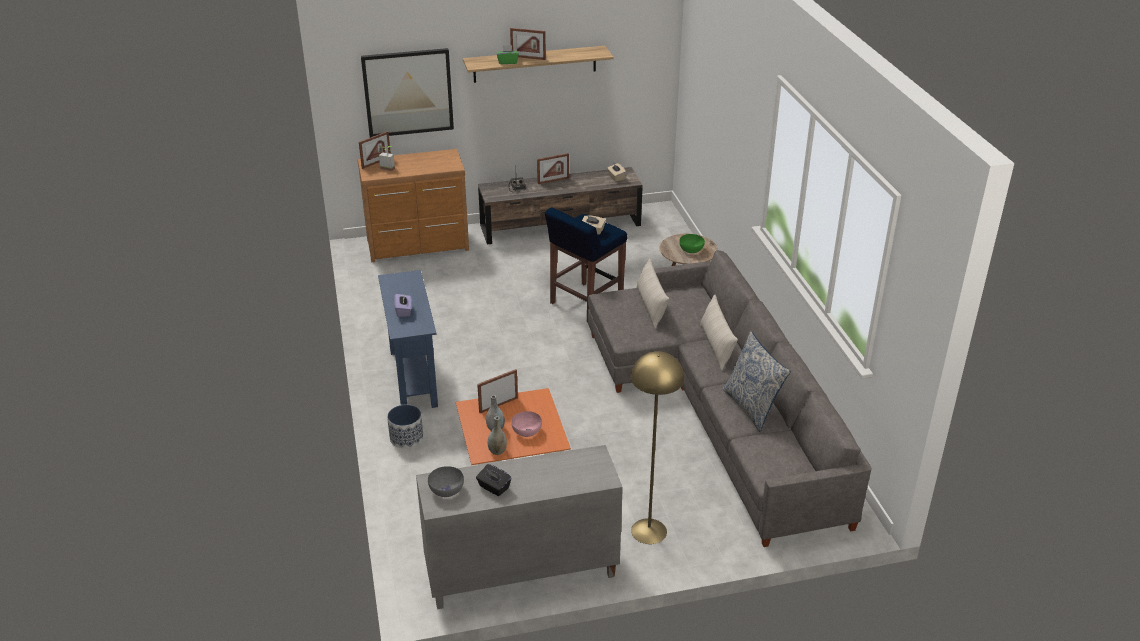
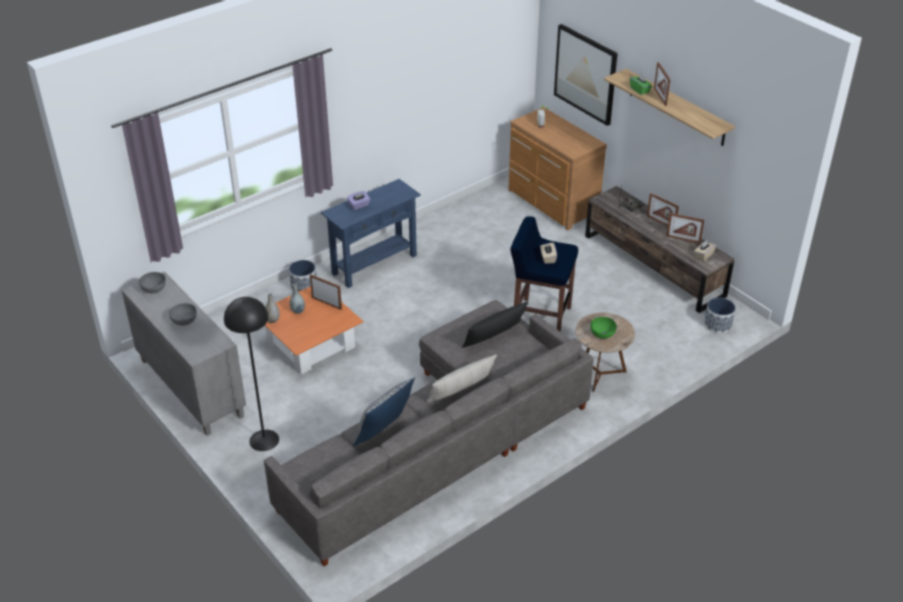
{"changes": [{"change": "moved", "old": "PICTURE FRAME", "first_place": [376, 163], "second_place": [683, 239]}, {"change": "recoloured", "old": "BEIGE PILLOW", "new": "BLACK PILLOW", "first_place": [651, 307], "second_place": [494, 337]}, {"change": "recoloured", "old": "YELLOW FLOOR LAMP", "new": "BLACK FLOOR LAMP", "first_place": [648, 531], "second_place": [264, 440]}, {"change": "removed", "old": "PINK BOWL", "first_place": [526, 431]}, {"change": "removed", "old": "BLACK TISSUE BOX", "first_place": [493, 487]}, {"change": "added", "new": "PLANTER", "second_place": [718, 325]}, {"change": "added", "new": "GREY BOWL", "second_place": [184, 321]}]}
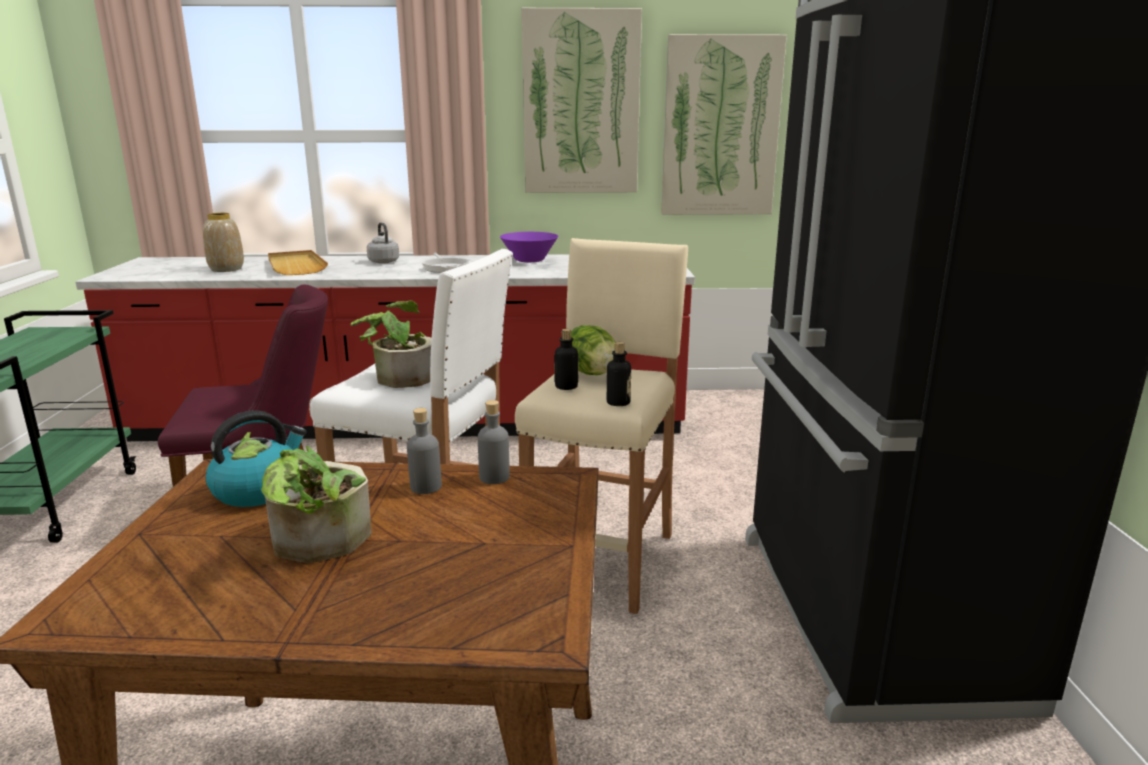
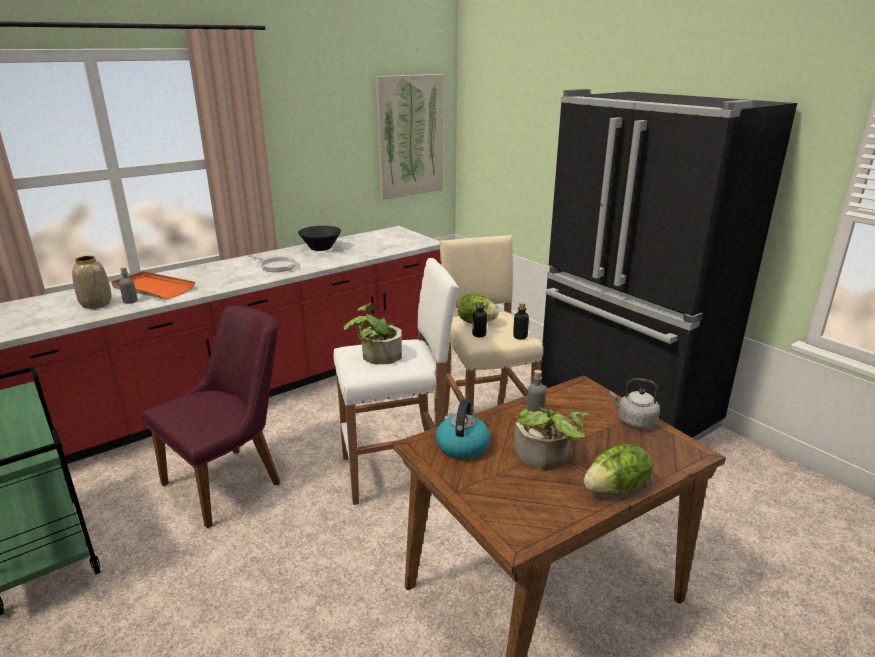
{"changes": [{"change": "removed", "old": "PICTURE", "first_place": [581, 103]}, {"change": "moved", "old": "GREY KETTLE", "first_place": [383, 261], "second_place": [634, 421]}, {"change": "recoloured", "old": "PURPLE BOWL", "new": "BLACK BOWL", "first_place": [529, 260], "second_place": [321, 248]}, {"change": "recoloured", "old": "BEIGE TRAY", "new": "ORANGE TRAY", "first_place": [296, 266], "second_place": [152, 288]}, {"change": "moved", "old": "GREY BOTTLE", "first_place": [494, 477], "second_place": [130, 301]}, {"change": "added", "new": "LETTUCE", "second_place": [617, 488]}]}
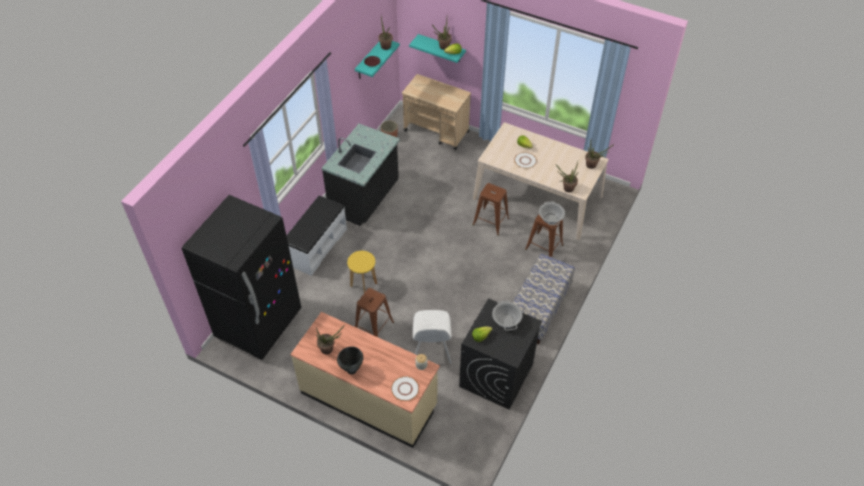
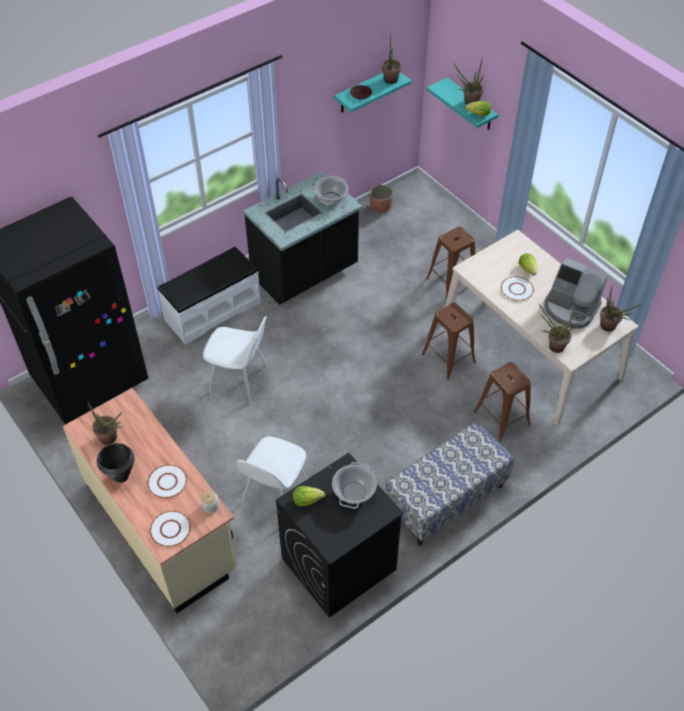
{"changes": [{"change": "removed", "old": "BEIGE CART", "first_place": [436, 131]}, {"change": "moved", "old": "COOKING POT", "first_place": [550, 218], "second_place": [331, 198]}, {"change": "replaced", "old": "YELLOW STOOL", "new": "WHITE CHAIR", "first_place": [363, 285], "second_place": [240, 379]}, {"change": "moved", "old": "BROWN STOOL", "first_place": [373, 327], "second_place": [451, 281]}, {"change": "added", "new": "COFFEE MACHINE", "second_place": [570, 309]}, {"change": "added", "new": "WHITE PLATE", "second_place": [167, 482]}]}
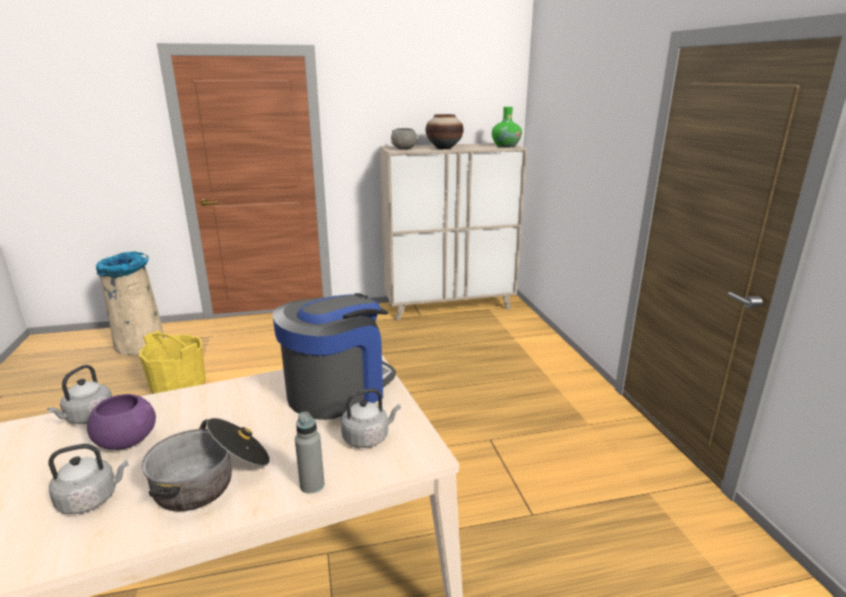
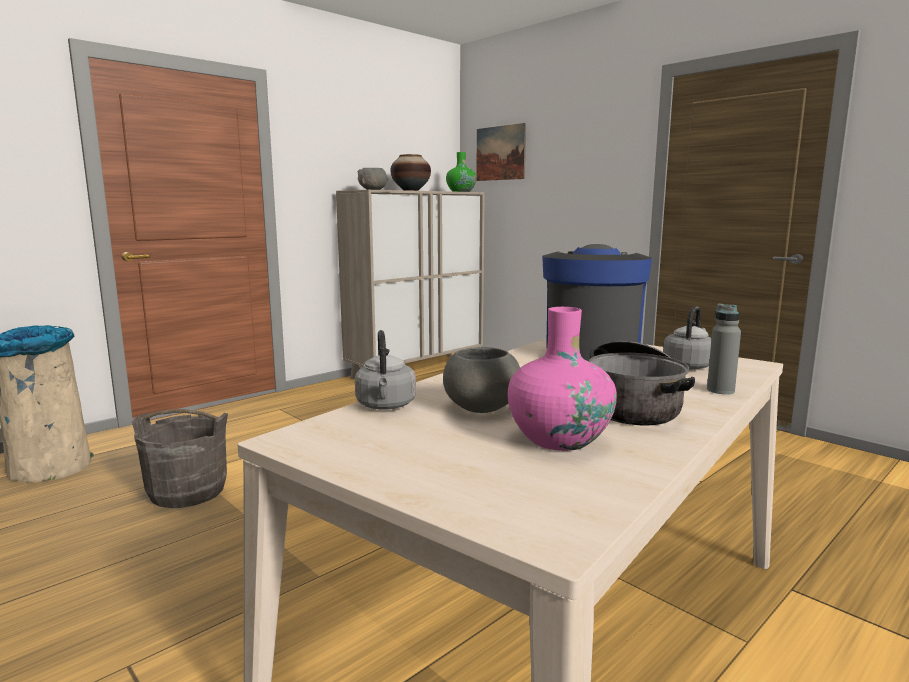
{"changes": [{"change": "recoloured", "old": "YELLOW BUCKET", "new": "GREY BUCKET", "first_place": [179, 388], "second_place": [187, 492]}, {"change": "recoloured", "old": "PURPLE BOWL", "new": "GREY BOWL", "first_place": [126, 441], "second_place": [481, 408]}, {"change": "replaced", "old": "GREY KETTLE", "new": "PINK VASE", "first_place": [92, 499], "second_place": [559, 439]}, {"change": "added", "new": "PICTURE", "second_place": [500, 153]}]}
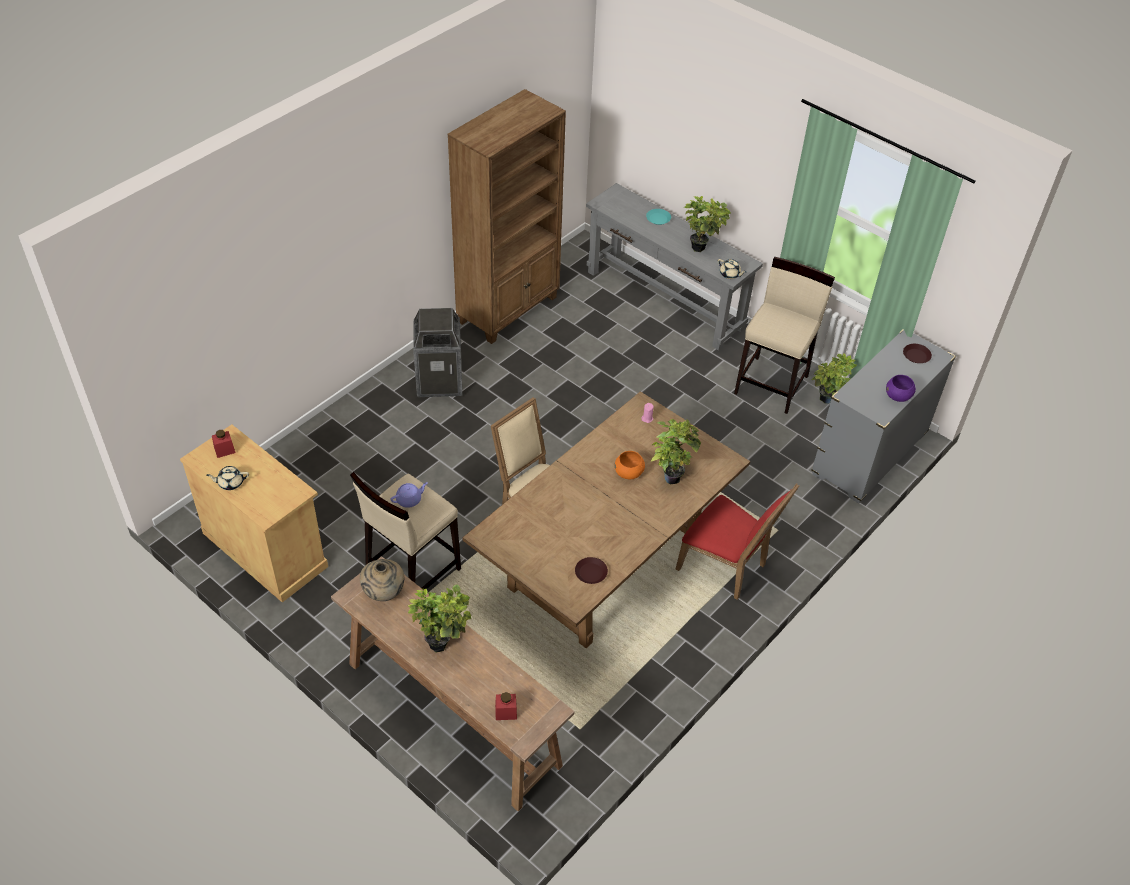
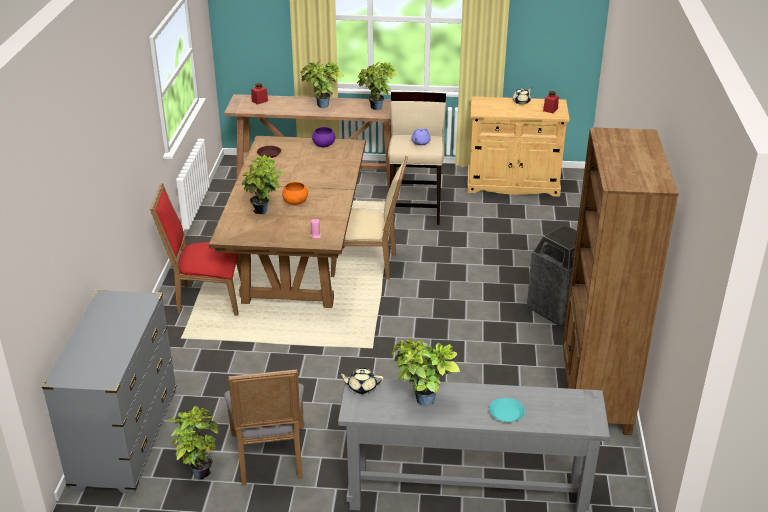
{"changes": [{"change": "replaced", "old": "BEIGE STOOL", "new": "GREY CHAIR", "first_place": [772, 384], "second_place": [270, 459]}, {"change": "removed", "old": "BROWN PLATE", "first_place": [916, 356]}, {"change": "moved", "old": "PURPLE BOWL", "first_place": [898, 396], "second_place": [323, 145]}, {"change": "replaced", "old": "BEIGE VASE", "new": "POTTED PLANT", "first_place": [384, 593], "second_place": [377, 109]}]}
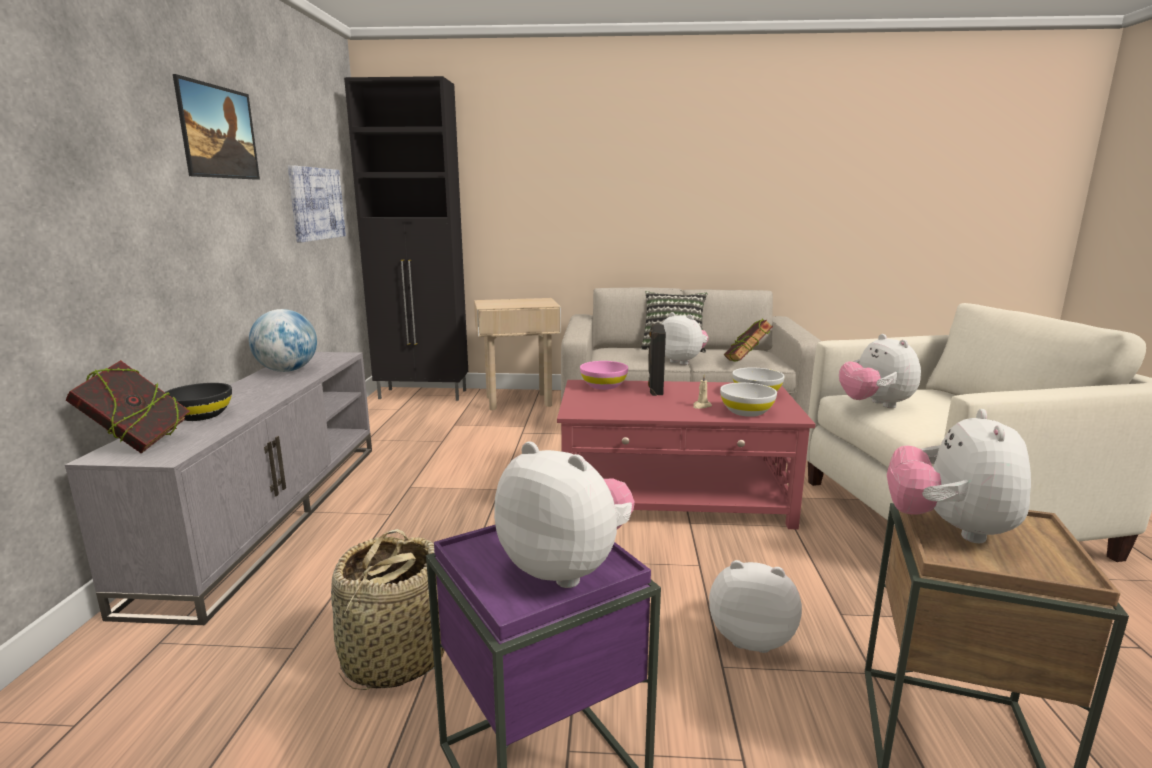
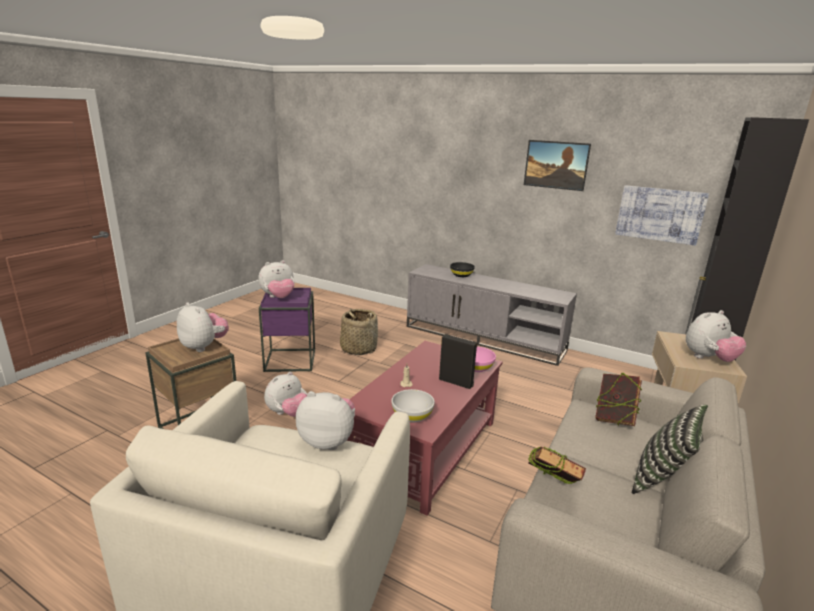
{"changes": [{"change": "removed", "old": "GLOBE", "first_place": [287, 370]}, {"change": "moved", "old": "PLUSH TOY", "first_place": [682, 361], "second_place": [708, 359]}, {"change": "moved", "old": "BOOK", "first_place": [138, 444], "second_place": [614, 419]}, {"change": "removed", "old": "WHITE BOWL", "first_place": [747, 412]}]}
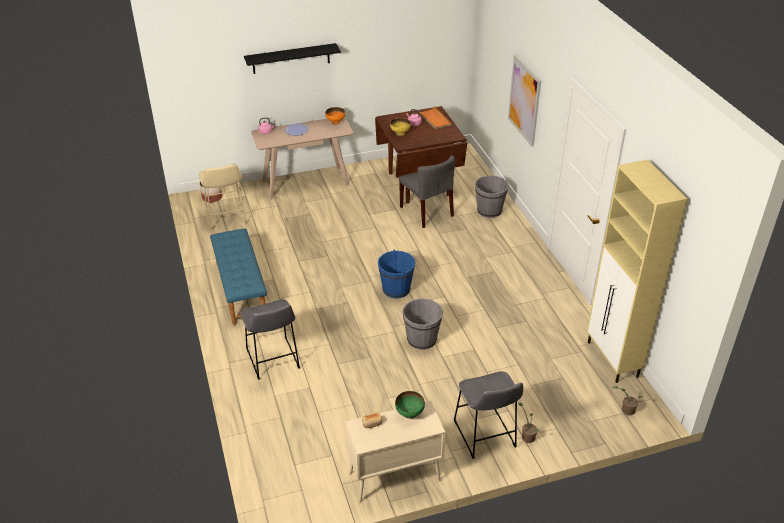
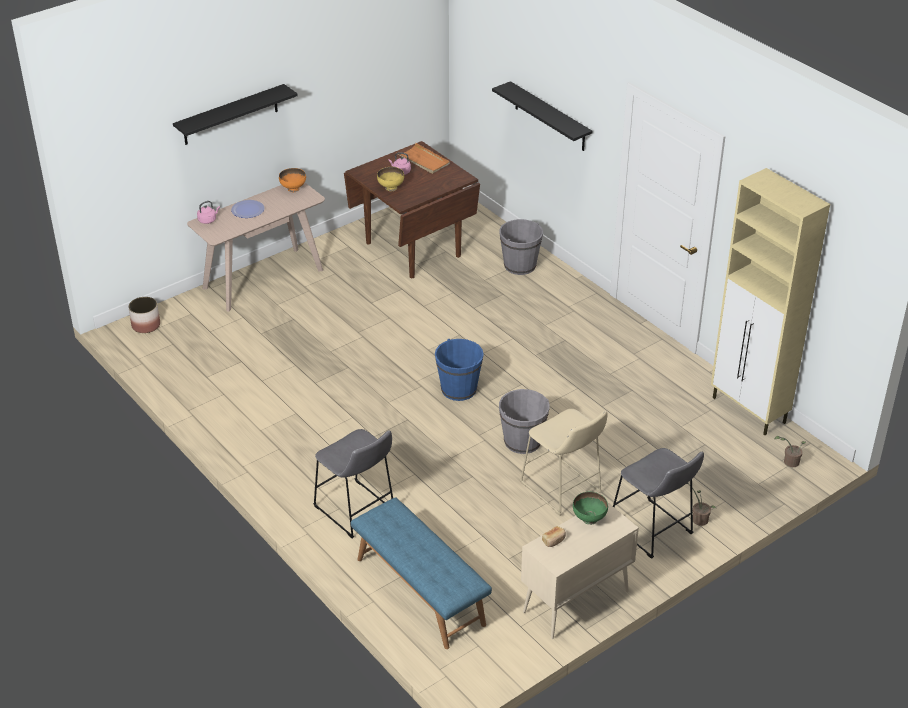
{"changes": [{"change": "replaced", "old": "PICTURE", "new": "BLACK SHELF", "first_place": [524, 100], "second_place": [550, 117]}, {"change": "removed", "old": "GREY CHAIR", "first_place": [427, 211]}, {"change": "moved", "old": "BEIGE STOOL", "first_place": [226, 218], "second_place": [563, 490]}, {"change": "moved", "old": "BLUE BENCH", "first_place": [240, 290], "second_place": [419, 591]}]}
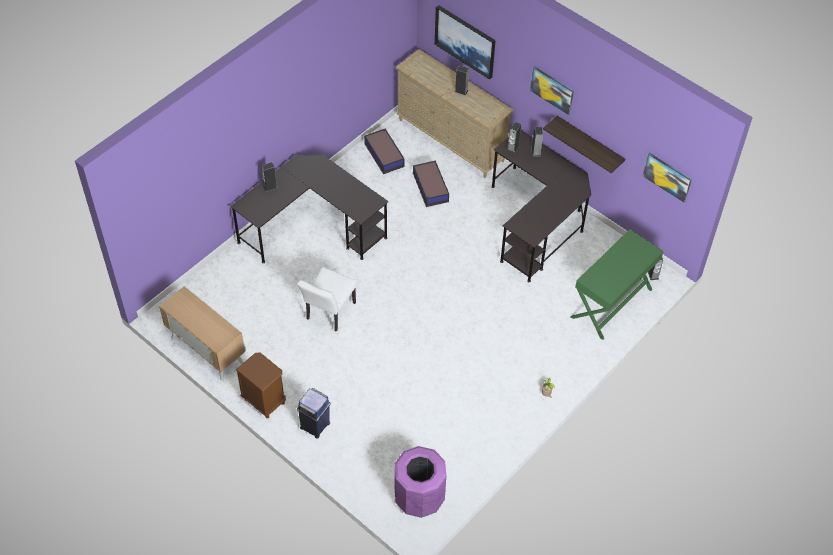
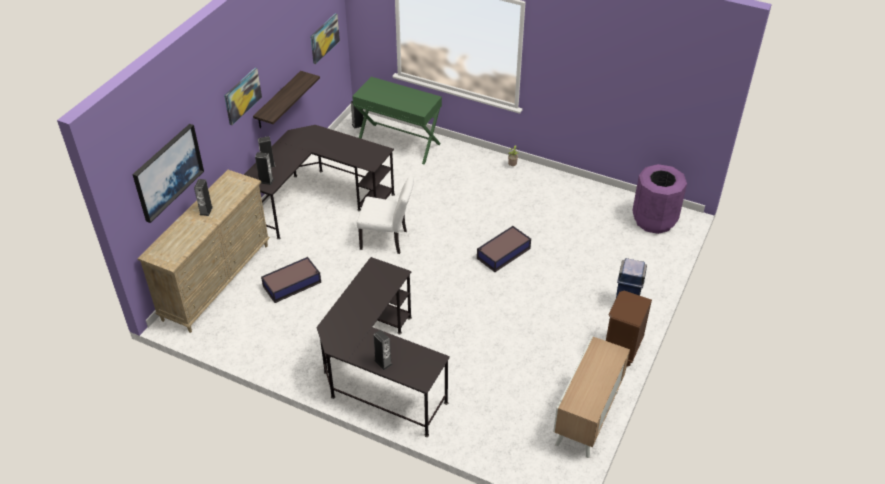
{"changes": [{"change": "moved", "old": "STORAGE BOX", "first_place": [384, 154], "second_place": [502, 253]}, {"change": "moved", "old": "WHITE CHAIR", "first_place": [328, 313], "second_place": [387, 240]}]}
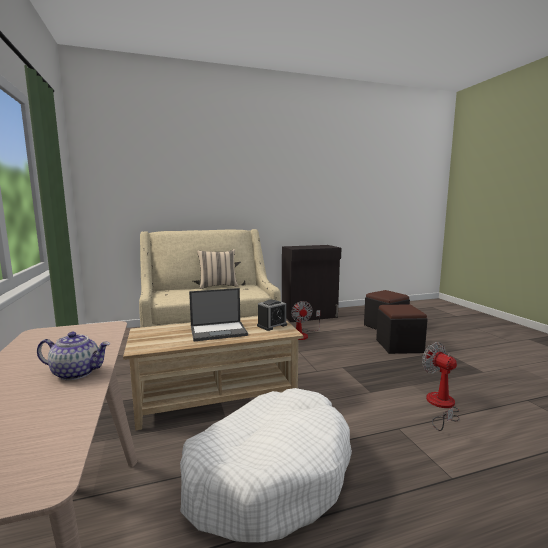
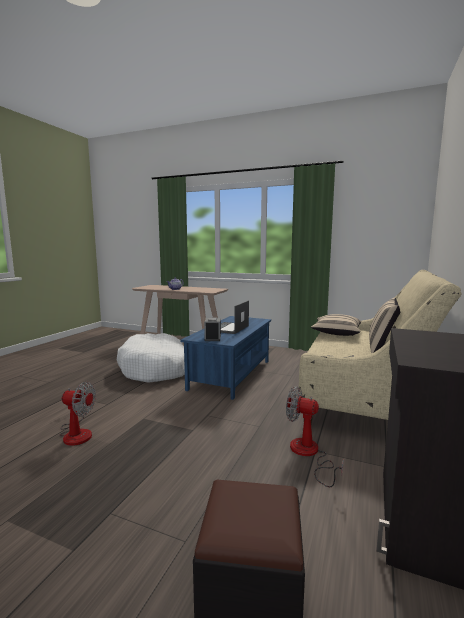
{"changes": [{"change": "removed", "old": "BLACK OTTOMAN", "first_place": [399, 346]}, {"change": "recoloured", "old": "BEIGE COFFEE TABLE", "new": "BLUE COFFEE TABLE", "first_place": [216, 396], "second_place": [231, 374]}, {"change": "added", "new": "BEIGE PILLOW", "second_place": [336, 333]}]}
